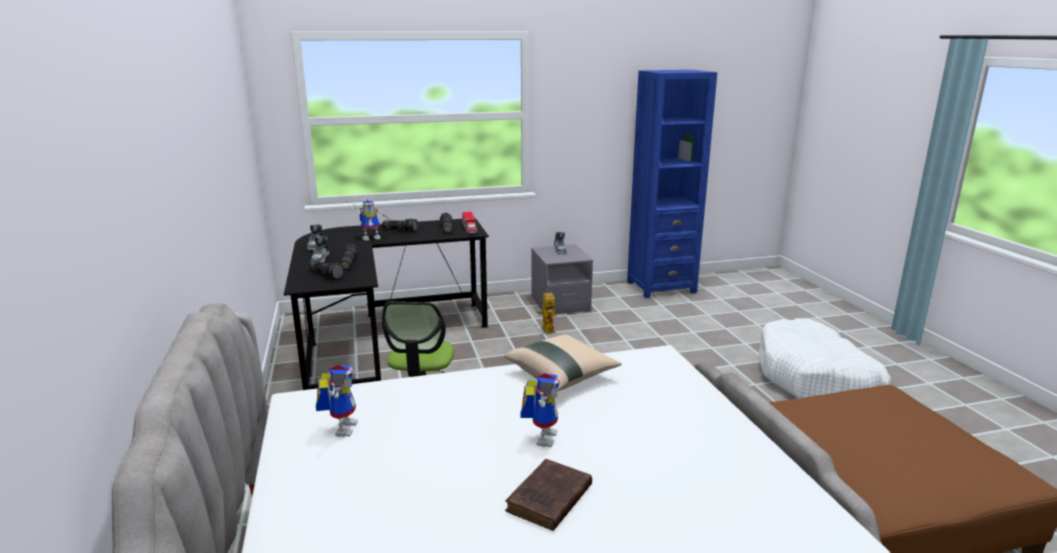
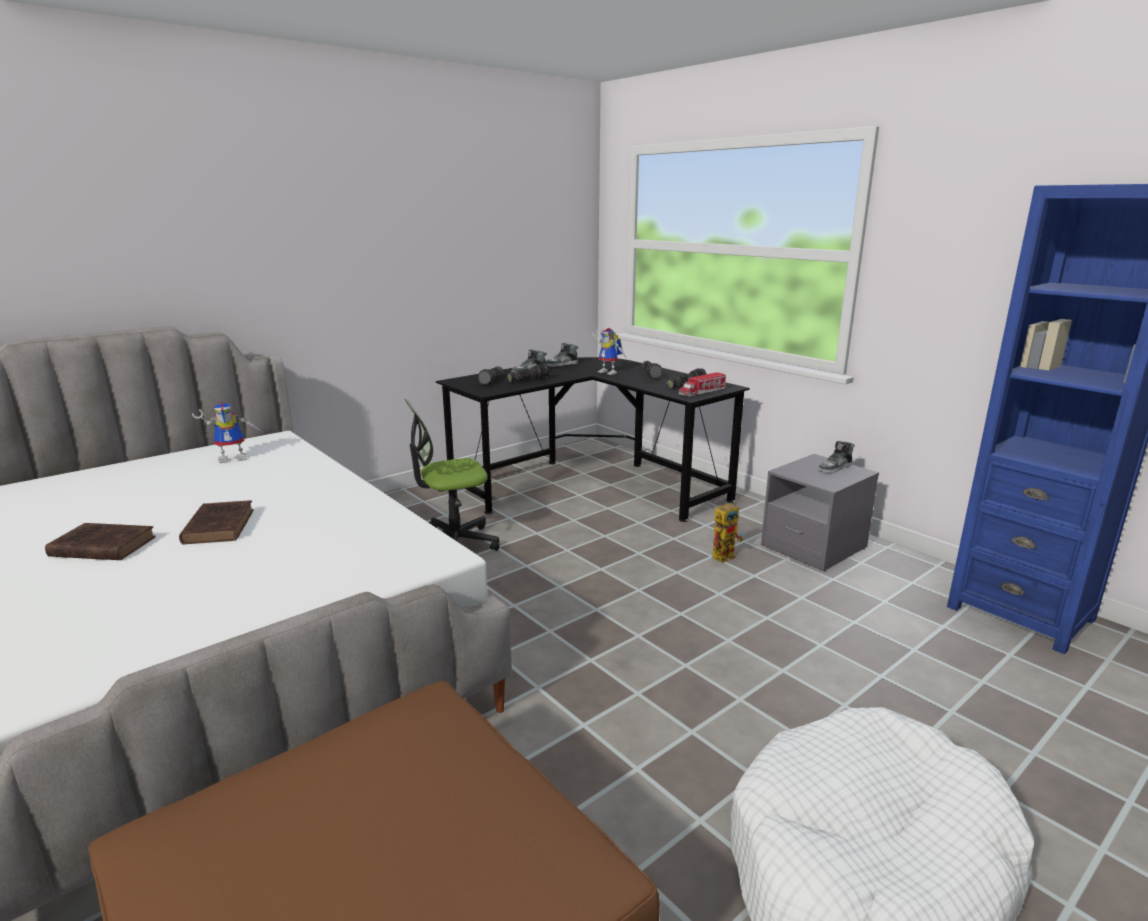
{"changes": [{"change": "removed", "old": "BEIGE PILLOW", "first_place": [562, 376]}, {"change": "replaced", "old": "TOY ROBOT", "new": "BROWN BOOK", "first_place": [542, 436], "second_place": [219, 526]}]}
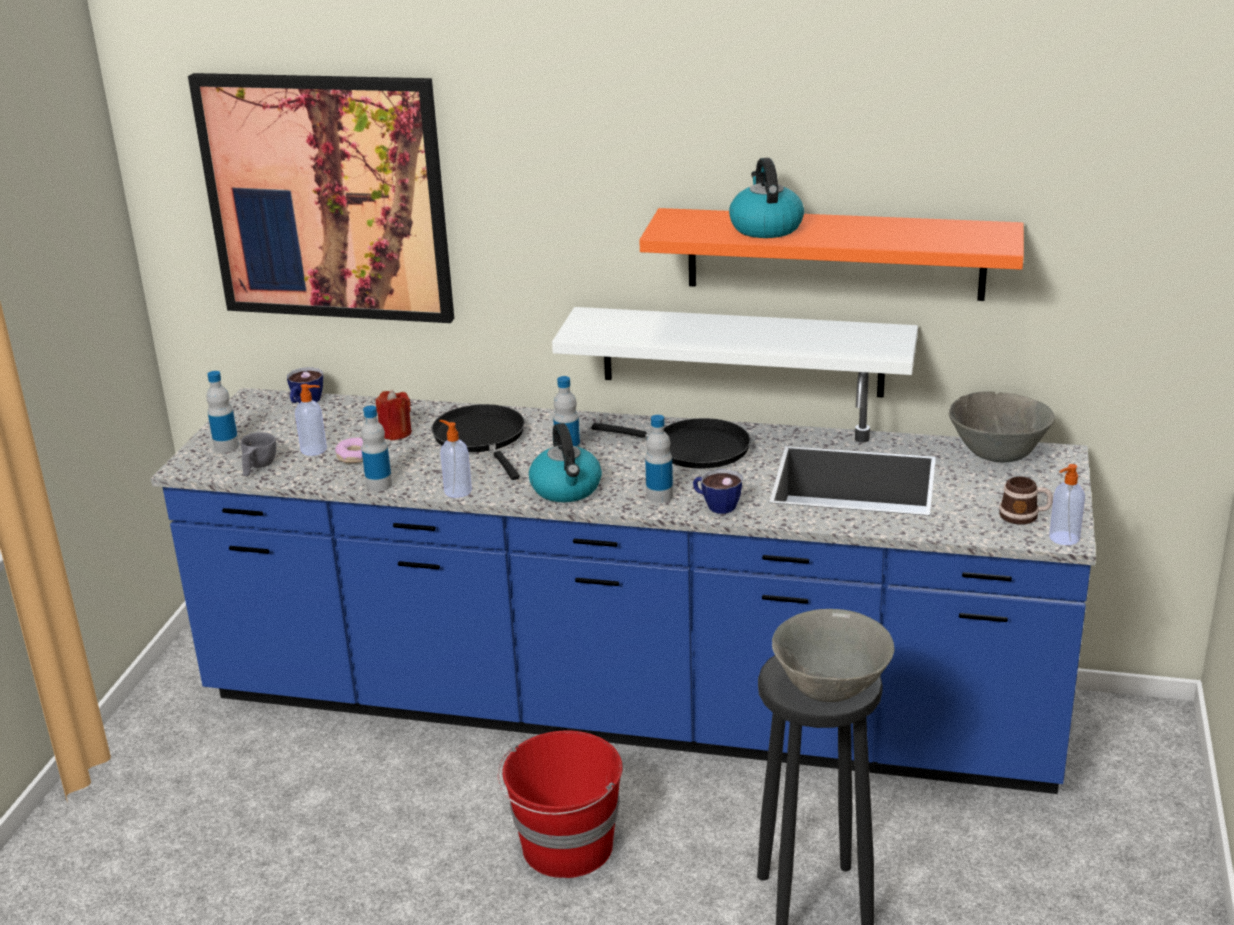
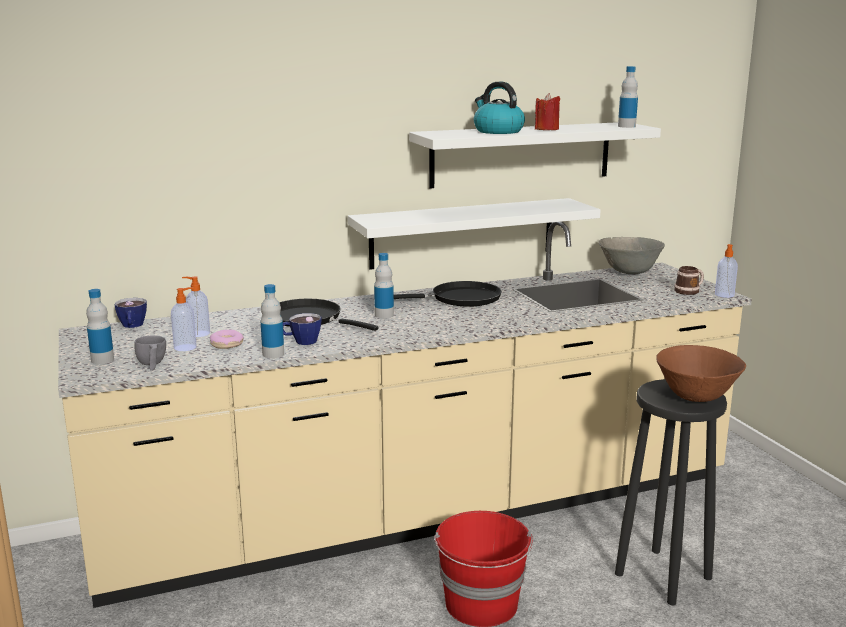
{"changes": [{"change": "removed", "old": "PICTURE", "first_place": [326, 198]}, {"change": "recoloured", "old": "ORANGE SHELF", "new": "WHITE SHELF", "first_place": [835, 254], "second_place": [521, 154]}, {"change": "recoloured", "old": "BLUE COUNTER", "new": "BEIGE COUNTER", "first_place": [627, 707], "second_place": [423, 512]}, {"change": "moved", "old": "RED CANDLE", "first_place": [395, 433], "second_place": [546, 129]}, {"change": "moved", "old": "BOTTLE", "first_place": [659, 496], "second_place": [626, 126]}, {"change": "moved", "old": "SOAP DISPENSER", "first_place": [457, 491], "second_place": [198, 333]}, {"change": "removed", "old": "KETTLE", "first_place": [566, 489]}, {"change": "moved", "old": "CUP", "first_place": [716, 505], "second_place": [301, 341]}, {"change": "recoloured", "old": "GREY BOWL", "new": "BROWN BOWL", "first_place": [831, 689], "second_place": [697, 397]}]}
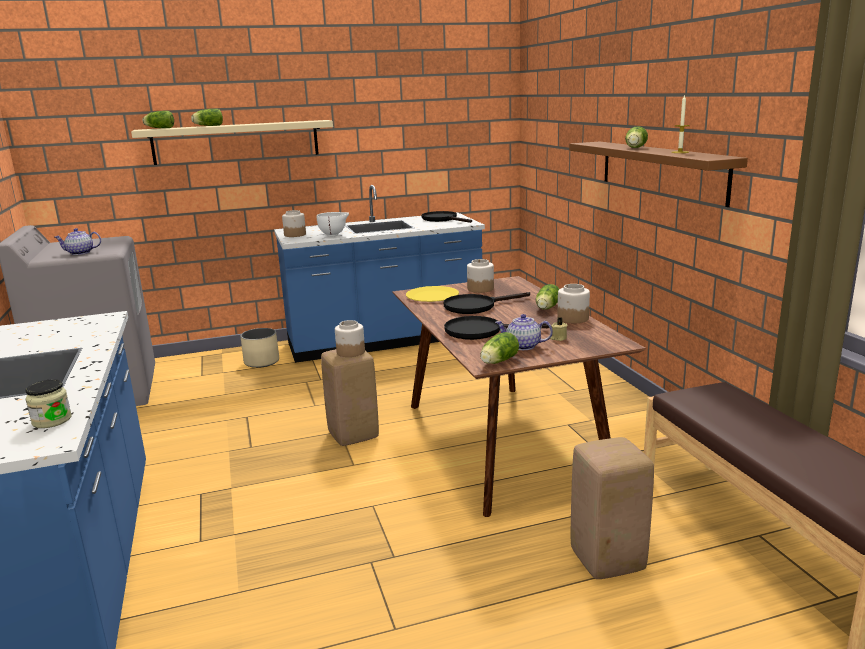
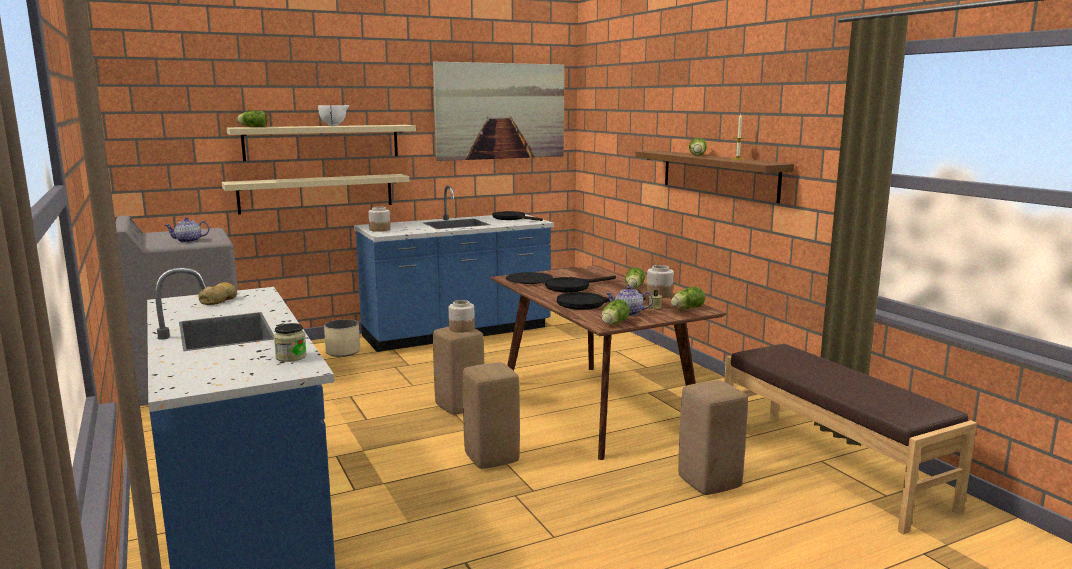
{"changes": [{"change": "moved", "old": "LETTUCE", "first_place": [208, 126], "second_place": [686, 308]}, {"change": "moved", "old": "WHITE BOWL", "first_place": [334, 235], "second_place": [335, 126]}, {"change": "removed", "old": "JAR", "first_place": [480, 289]}, {"change": "recoloured", "old": "YELLOW PLATE", "new": "BLACK PLATE", "first_place": [432, 296], "second_place": [529, 280]}, {"change": "added", "new": "PICTURE", "second_place": [500, 111]}, {"change": "added", "new": "BEIGE SHELF", "second_place": [316, 193]}, {"change": "added", "new": "BREAD", "second_place": [219, 300]}, {"change": "added", "new": "BEIGE STOOL", "second_place": [490, 458]}]}
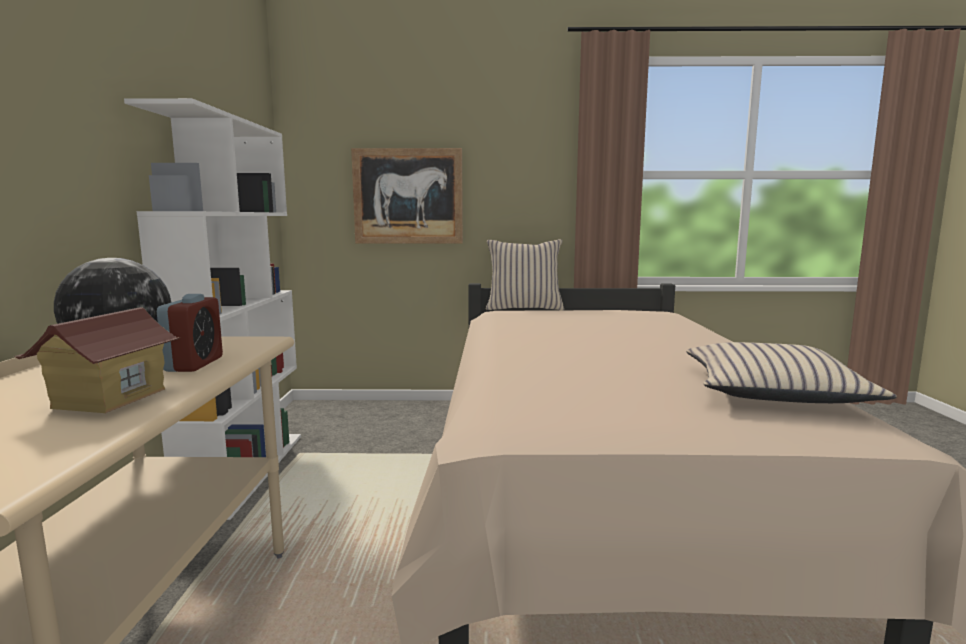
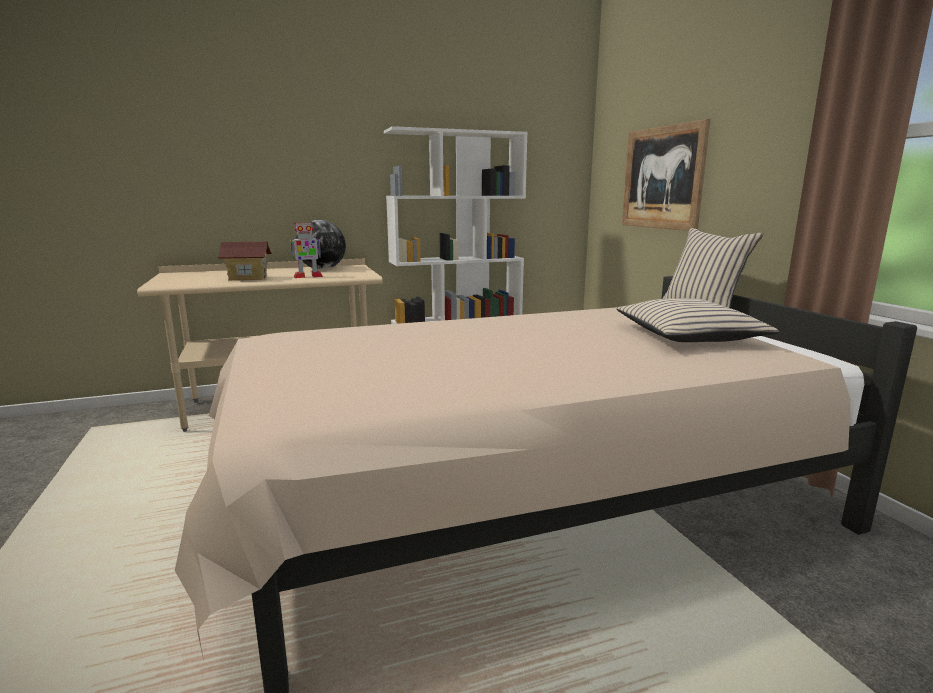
{"changes": [{"change": "replaced", "old": "ALARM CLOCK", "new": "TOY ROBOT", "first_place": [194, 364], "second_place": [308, 276]}, {"change": "moved", "old": "BEIGE PILLOW", "first_place": [772, 391], "second_place": [688, 335]}]}
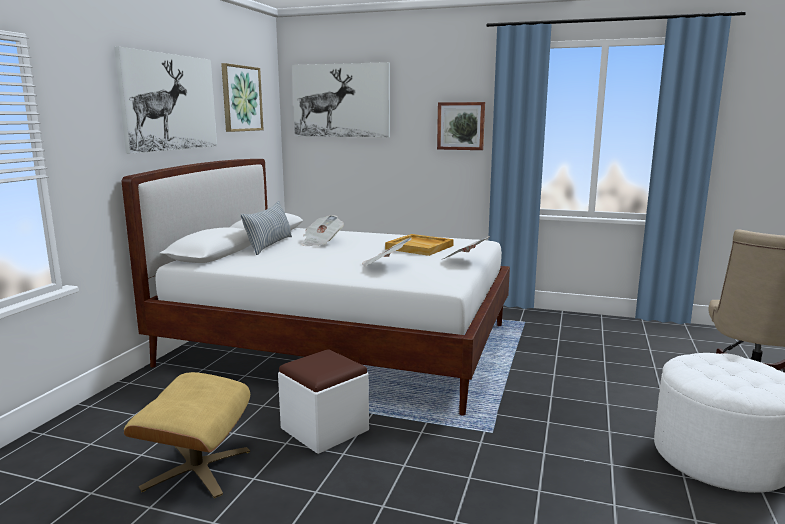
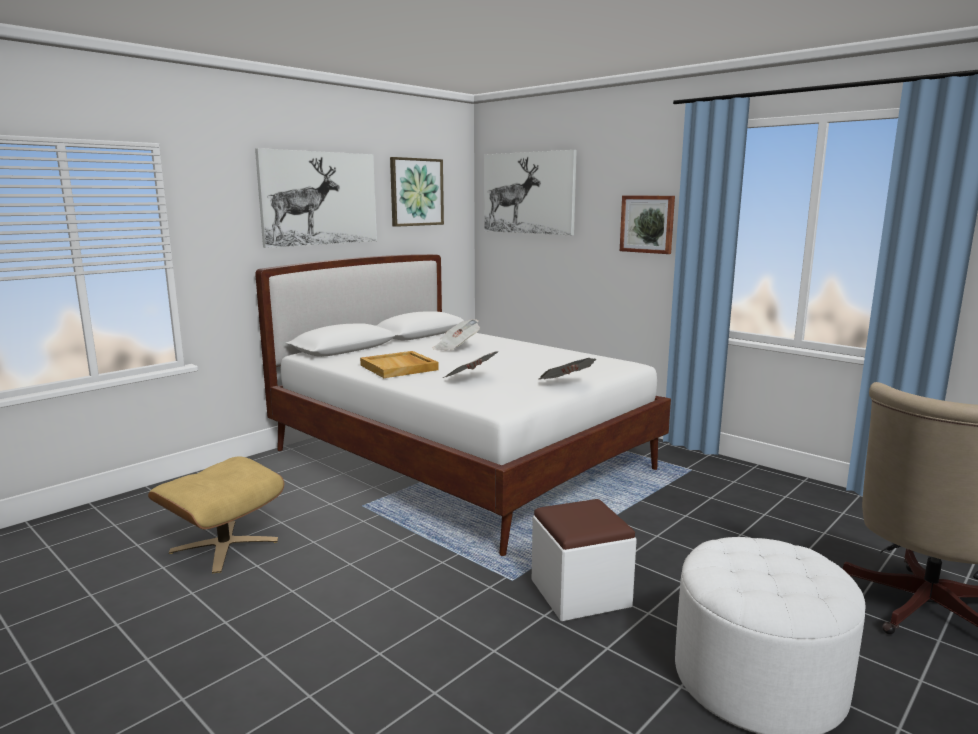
{"changes": [{"change": "removed", "old": "PILLOW", "first_place": [269, 245]}, {"change": "moved", "old": "BEIGE TRAY", "first_place": [420, 247], "second_place": [399, 367]}, {"change": "moved", "old": "WHITE OTTOMAN", "first_place": [324, 429], "second_place": [580, 593]}]}
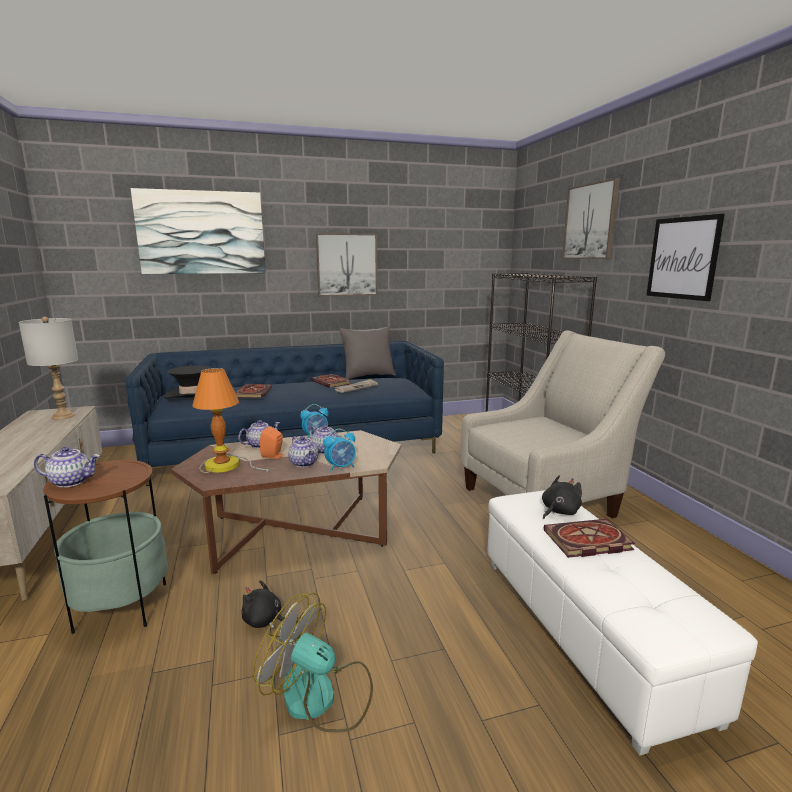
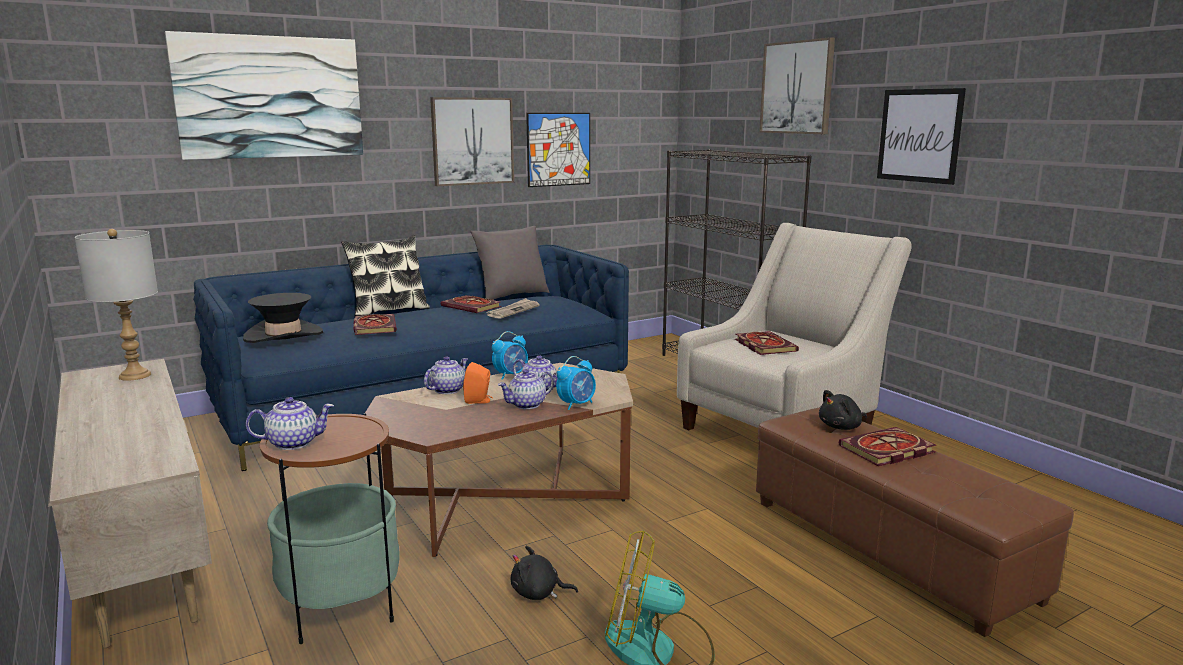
{"changes": [{"change": "removed", "old": "TABLE LAMP", "first_place": [226, 465]}, {"change": "turned", "old": "TEAPOT", "first_place": [304, 463], "second_place": [527, 405], "degrees": 105}, {"change": "turned", "old": "BLACK PLUSH TOY", "first_place": [559, 511], "second_place": [841, 427], "degrees": -150}, {"change": "recoloured", "old": "WHITE OTTOMAN", "new": "BROWN OTTOMAN", "first_place": [586, 630], "second_place": [889, 548]}, {"change": "added", "new": "PICTURE", "second_place": [558, 149]}, {"change": "added", "new": "PILLOW", "second_place": [388, 311]}, {"change": "added", "new": "BOOK", "second_place": [763, 345]}]}
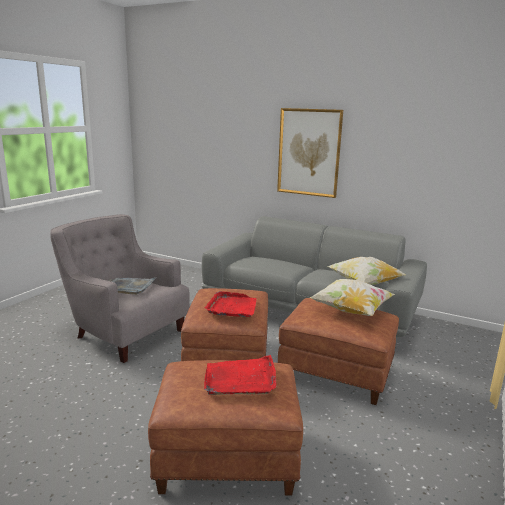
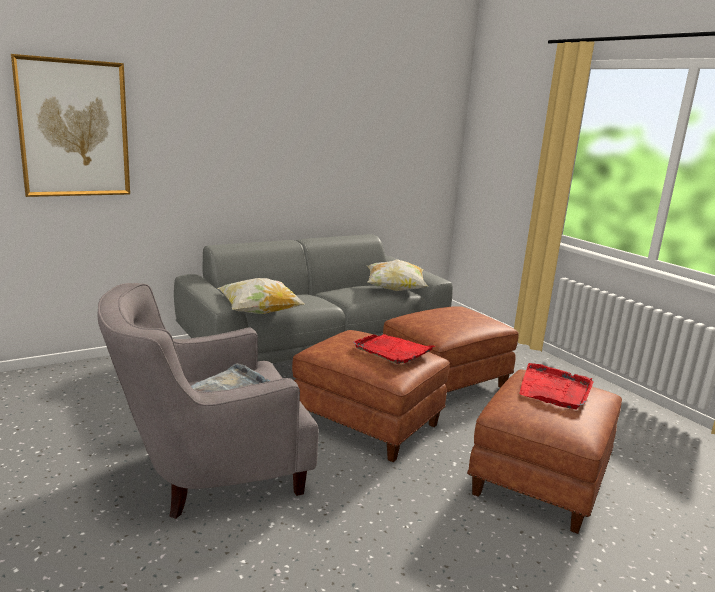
{"changes": [{"change": "moved", "old": "PICTURE", "first_place": [309, 152], "second_place": [74, 129]}, {"change": "moved", "old": "PILLOW", "first_place": [351, 311], "second_place": [259, 312]}]}
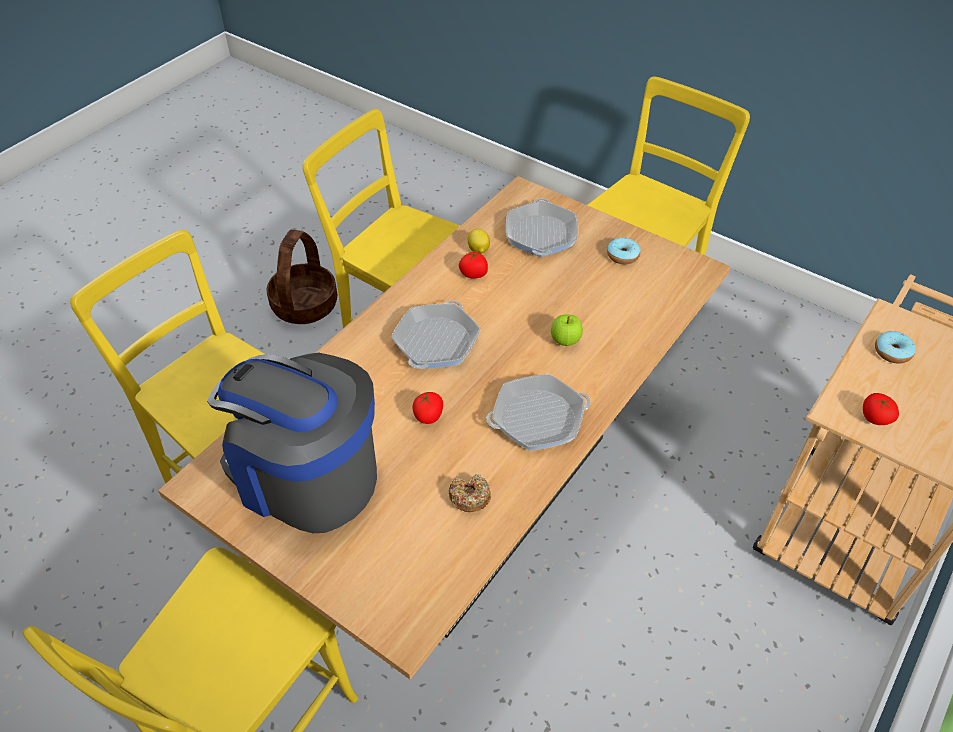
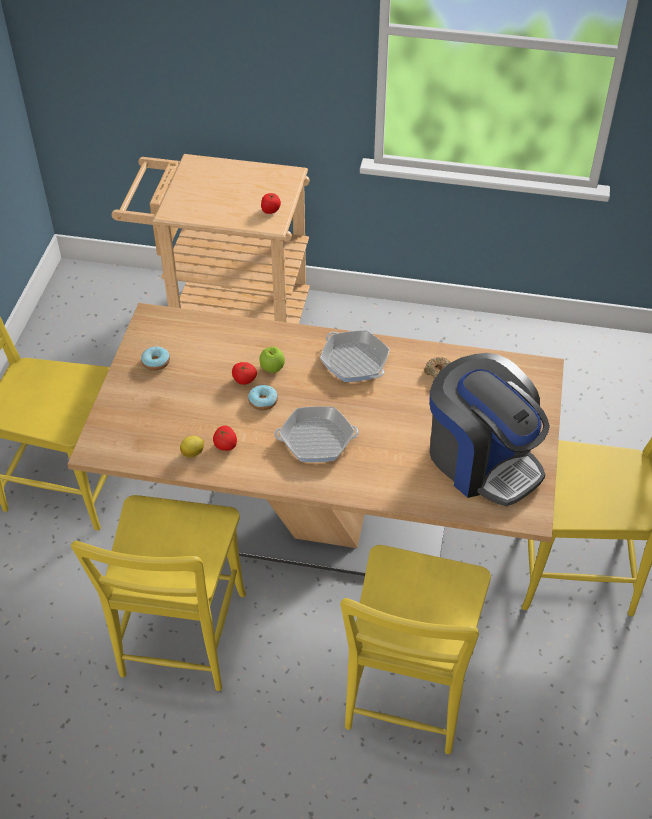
{"changes": [{"change": "removed", "old": "FRYING PAN", "first_place": [541, 234]}, {"change": "removed", "old": "BASKET", "first_place": [304, 304]}, {"change": "moved", "old": "DONUT", "first_place": [892, 352], "second_place": [263, 401]}, {"change": "turned", "old": "COFFEE MACHINE", "first_place": [306, 476], "second_place": [482, 460], "degrees": -45}, {"change": "moved", "old": "TOMATO", "first_place": [428, 416], "second_place": [244, 380]}]}
